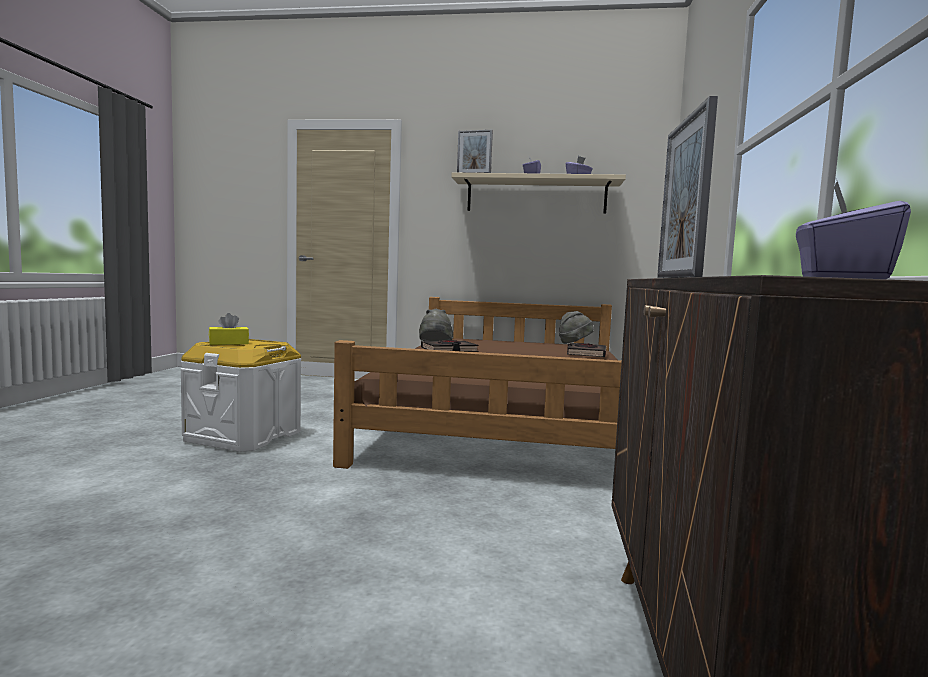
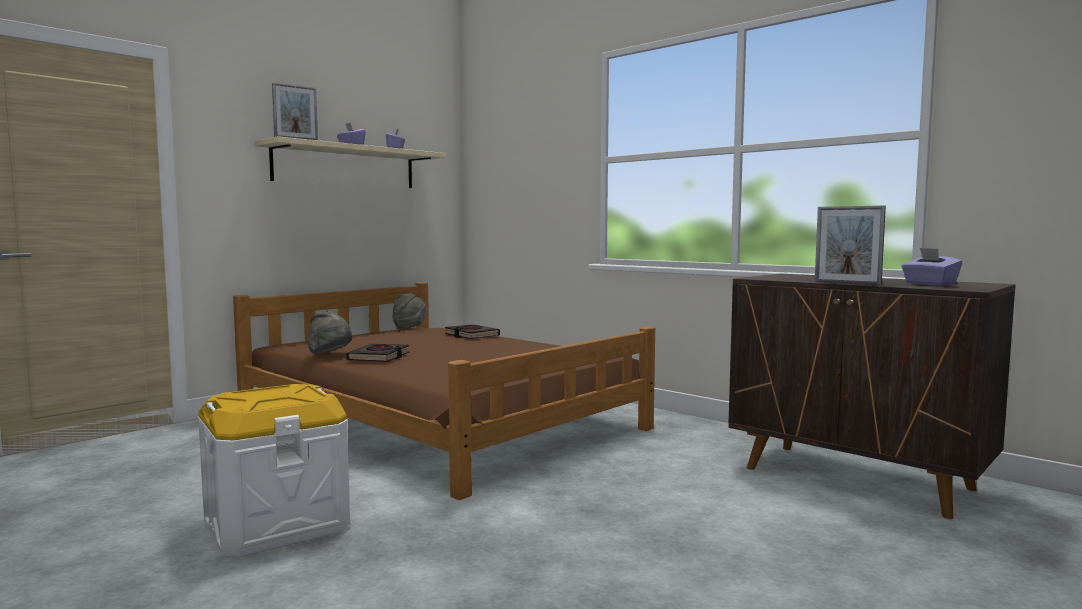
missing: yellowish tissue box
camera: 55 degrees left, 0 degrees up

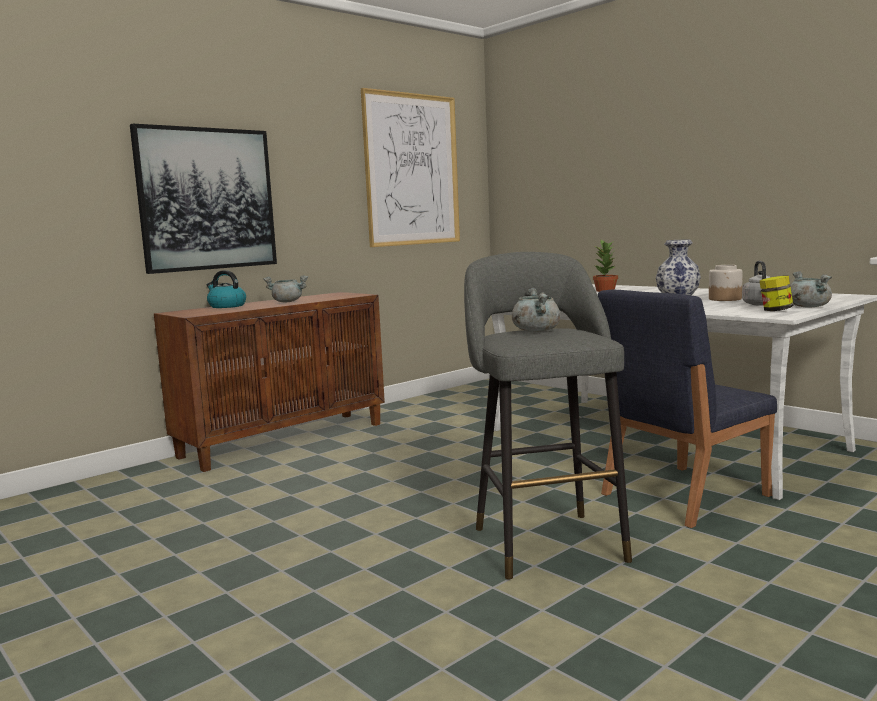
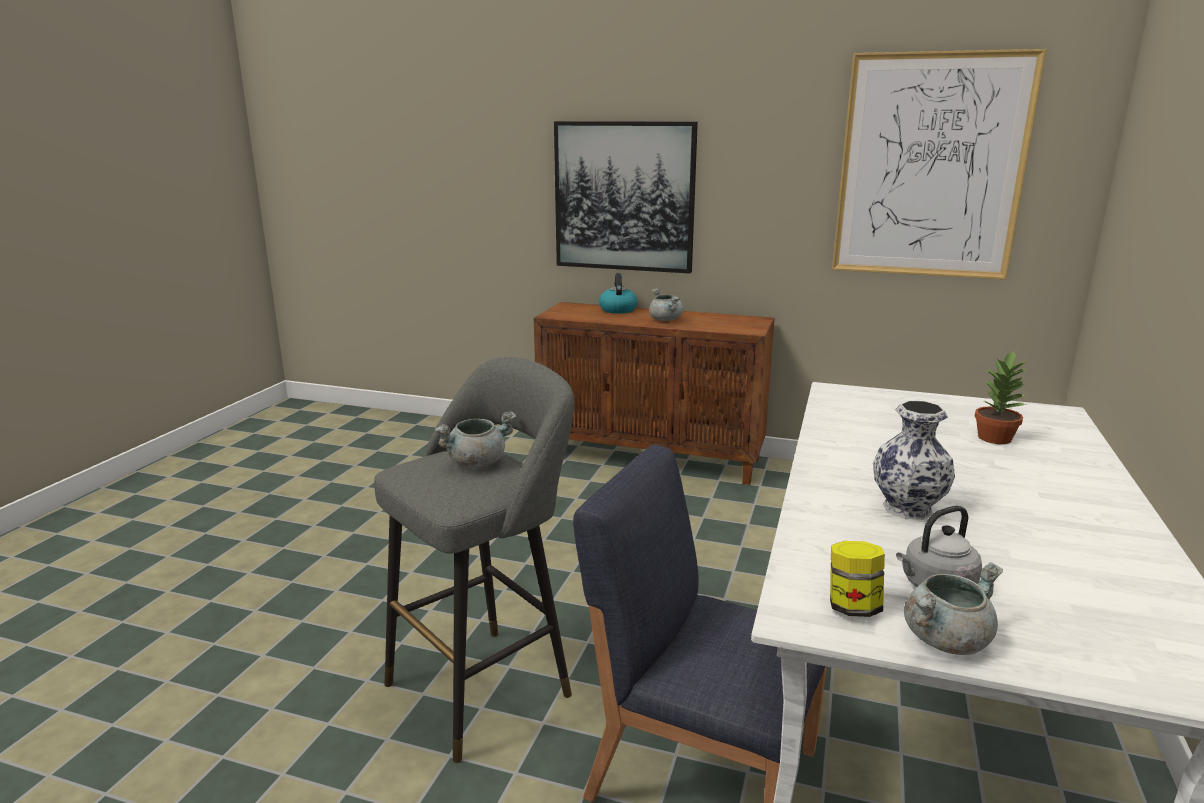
missing: jar (no. 1 from left)
camera: 60 degrees right, 10 degrees up

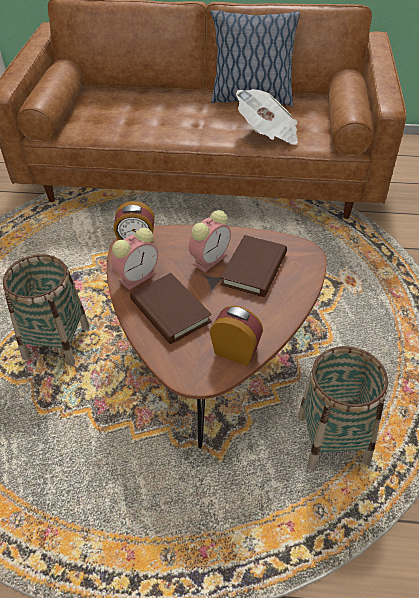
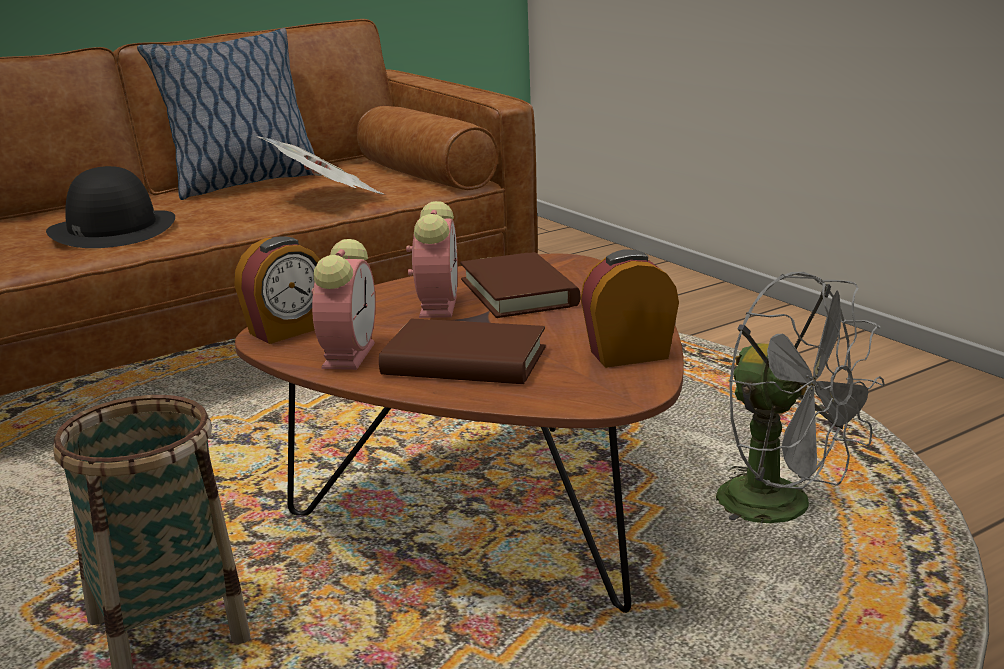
appeared: black clothing hat
exchanged: basket (no. 2 from left) to gray cooling fan
camera: 40 degrees left, 25 degrees down

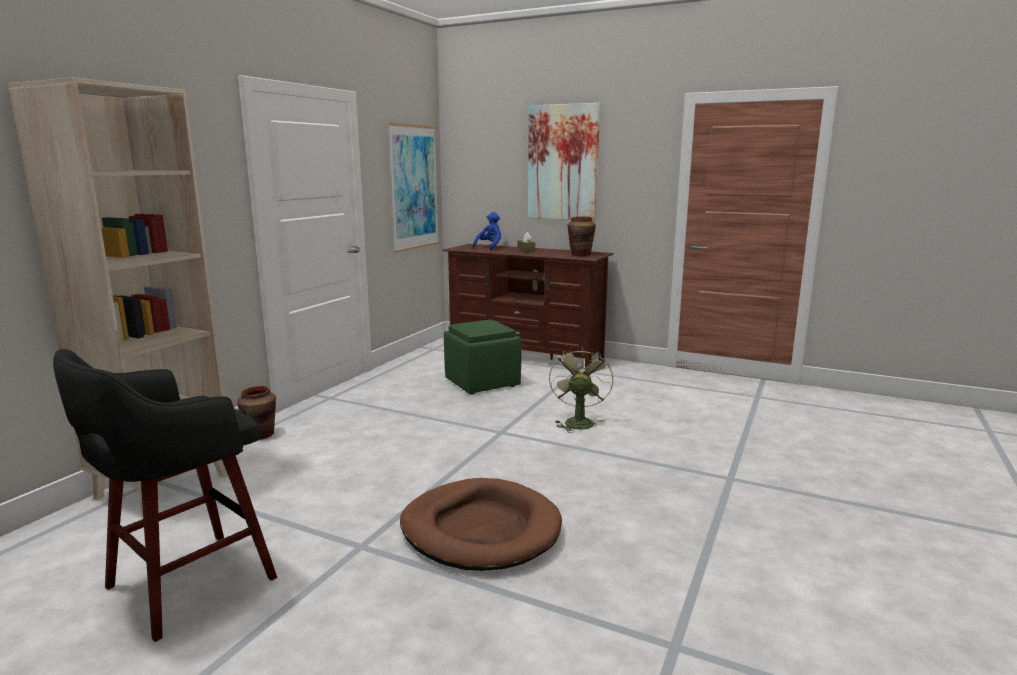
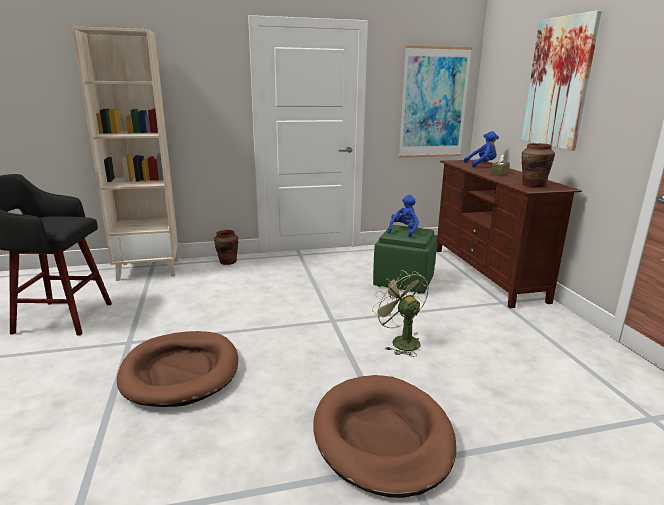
appeared: blue cuddly toy (no. 1 from left); brown dog bed (no. 2 from left)
spun: green cooling fan 90 degrees counterclockwise
camera: 50 degrees right, 5 degrees up

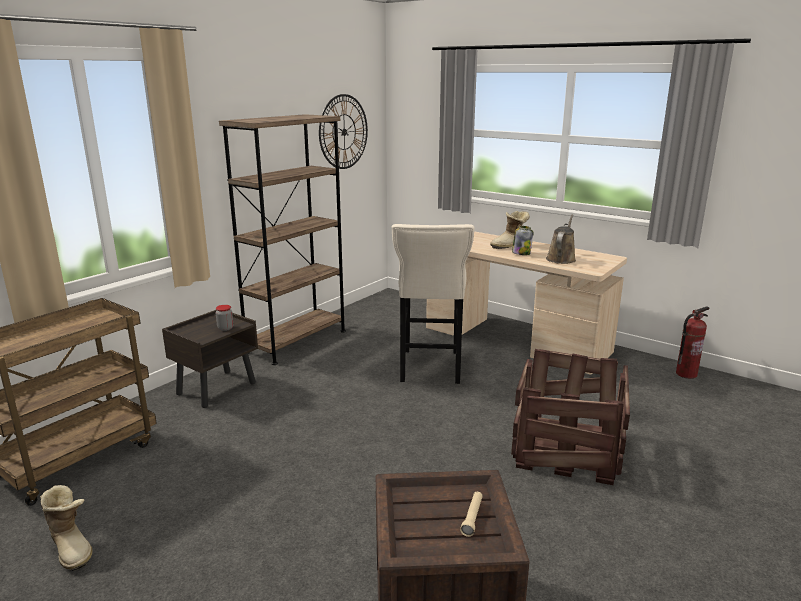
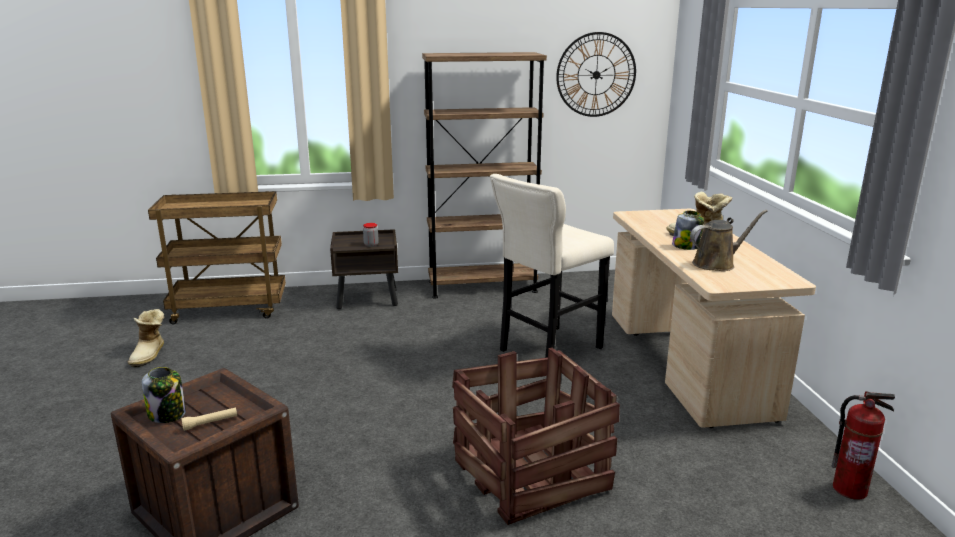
appeared: jar (no. 1 from left)
camera: 45 degrees right, 0 degrees up

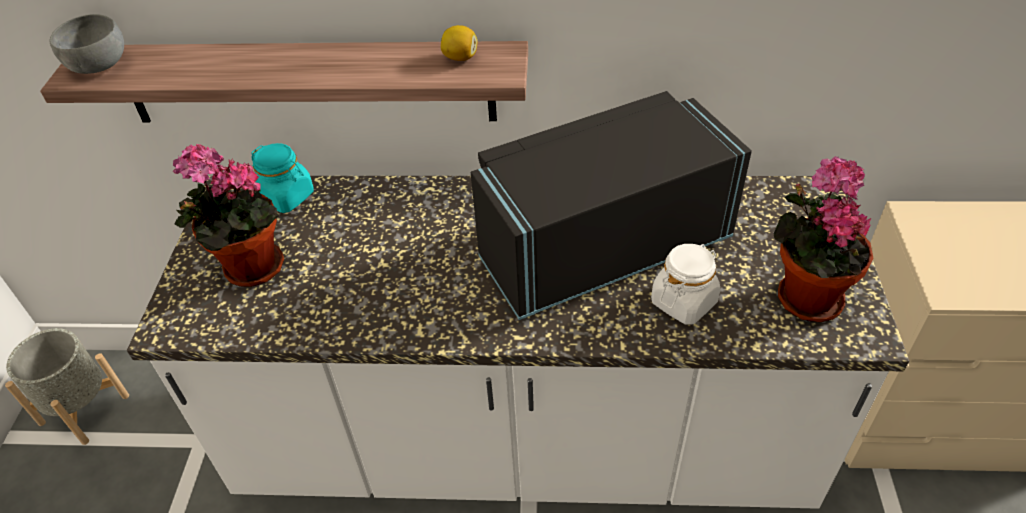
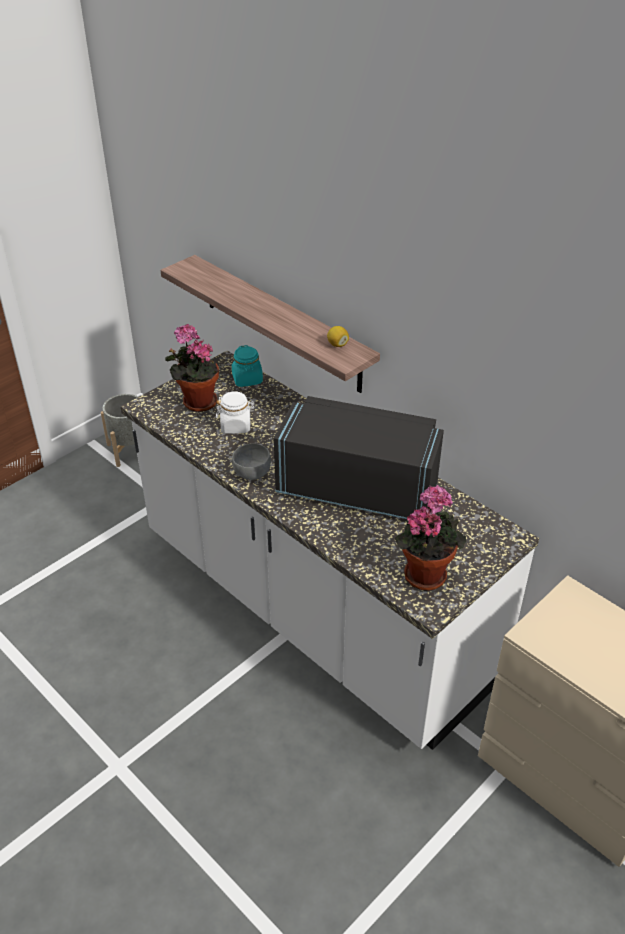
relocated: gray deep dish; whitish jar
camera: 40 degrees right, 5 degrees down

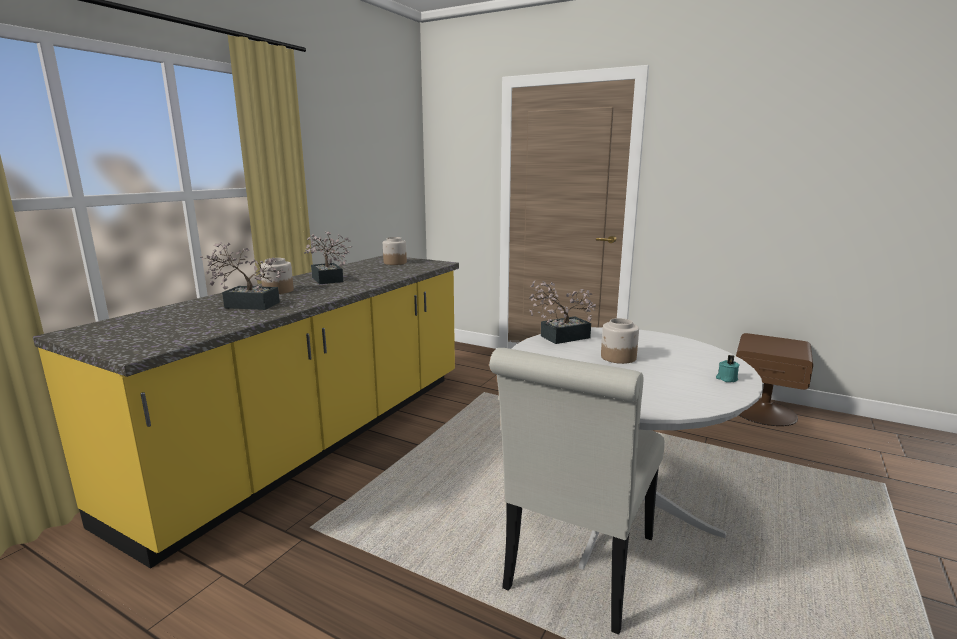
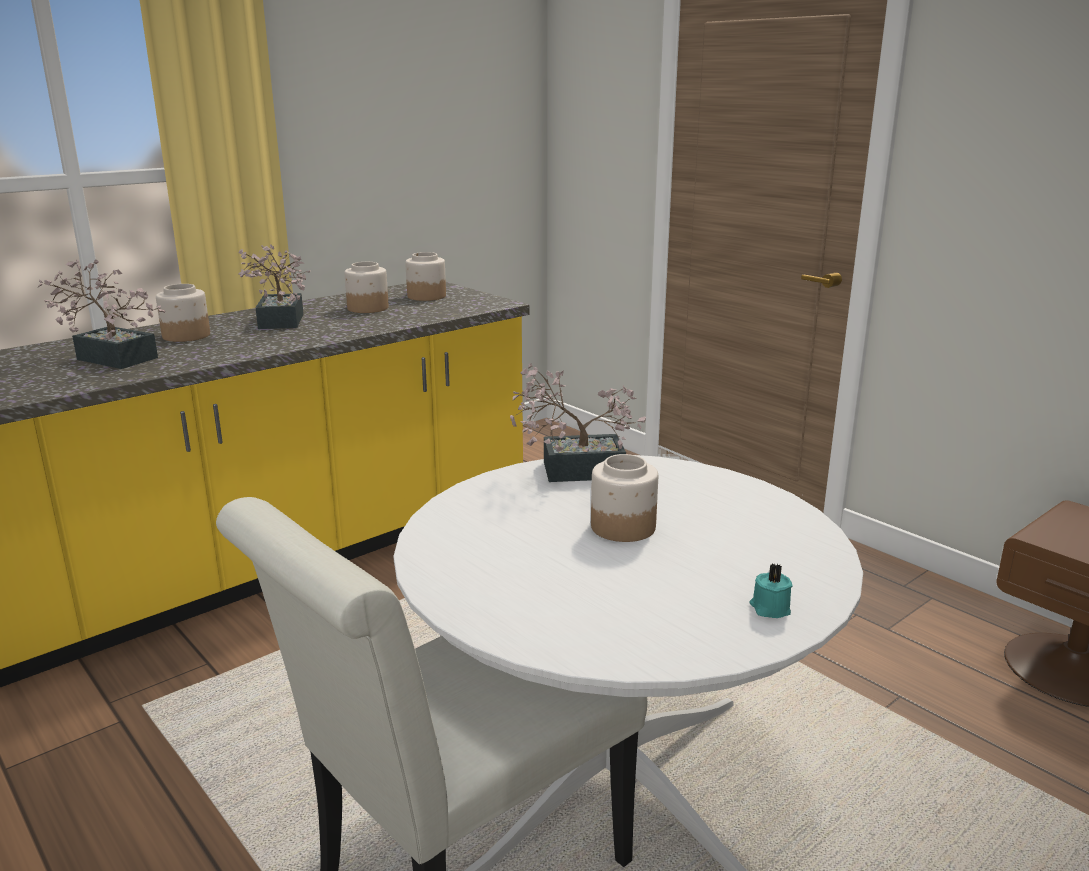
appeared: jar (no. 2 from left)
camera: 20 degrees right, 5 degrees up

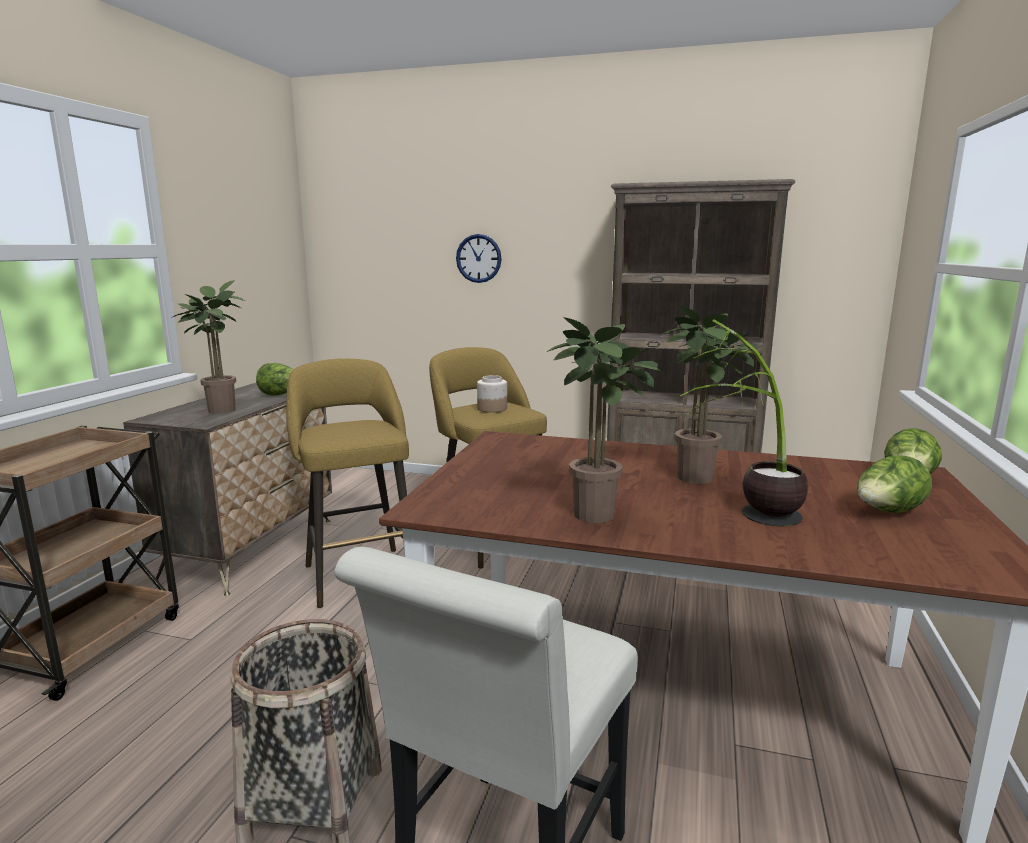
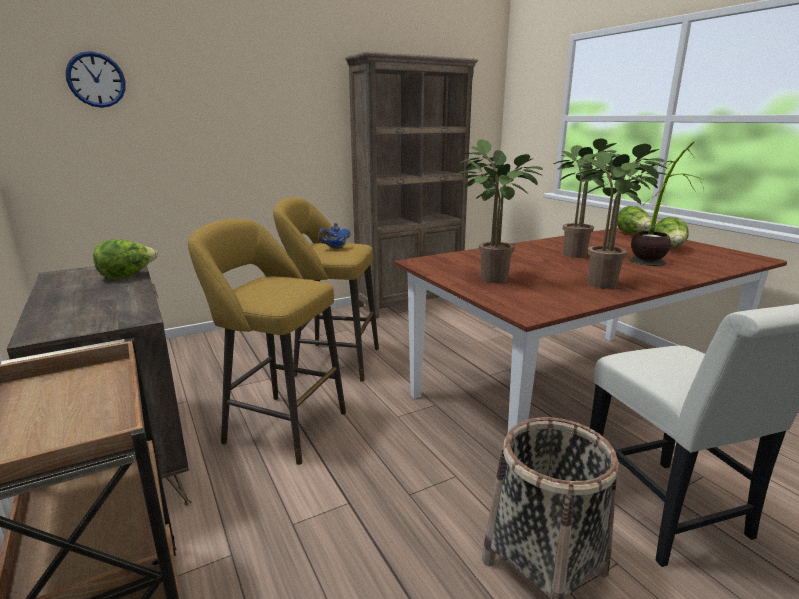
relocated: wall clock; plant in a pot (no. 1 from left)
exchanged: jar to blue tea pot
camera: 45 degrees left, 5 degrees up

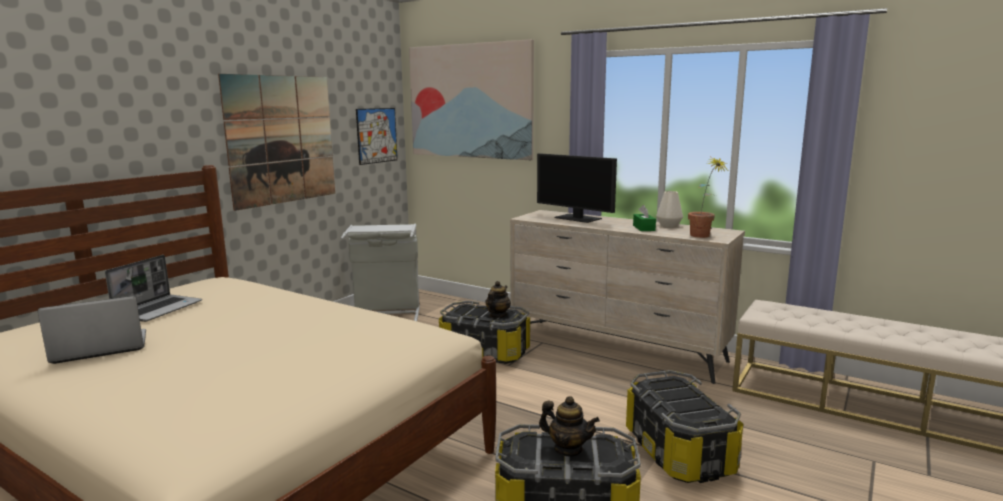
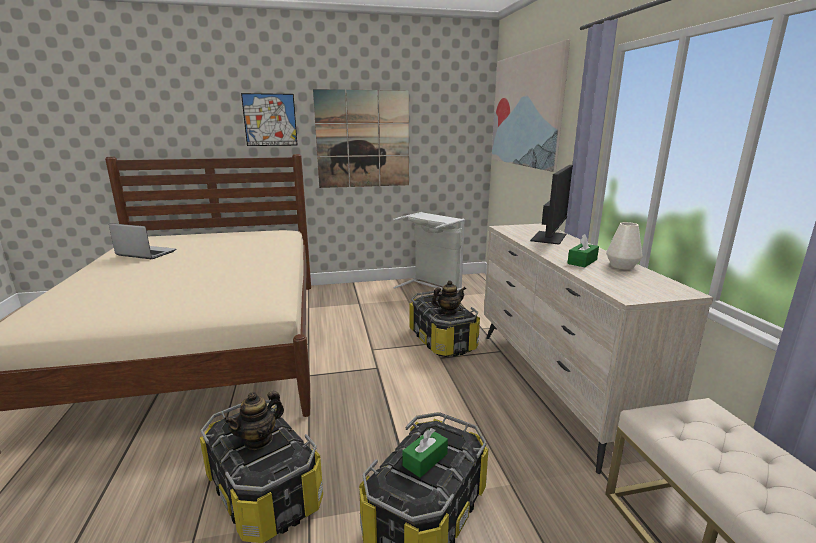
missing: plant in a pot; laptop (no. 2 from left)
appeared: green tissue box (no. 1 from left)
relocated: picture (no. 2 from left in the first image) to picture (no. 1 from left)
spun: computer screen 150 degrees counterclockwise; tea pot (no. 2 from left in the first image) 60 degrees clockwise
camera: 45 degrees right, 5 degrees up

